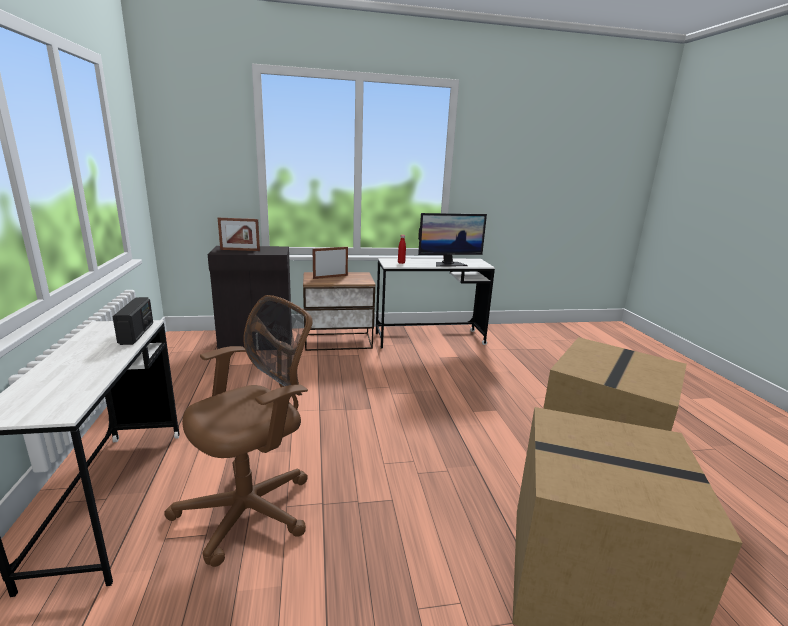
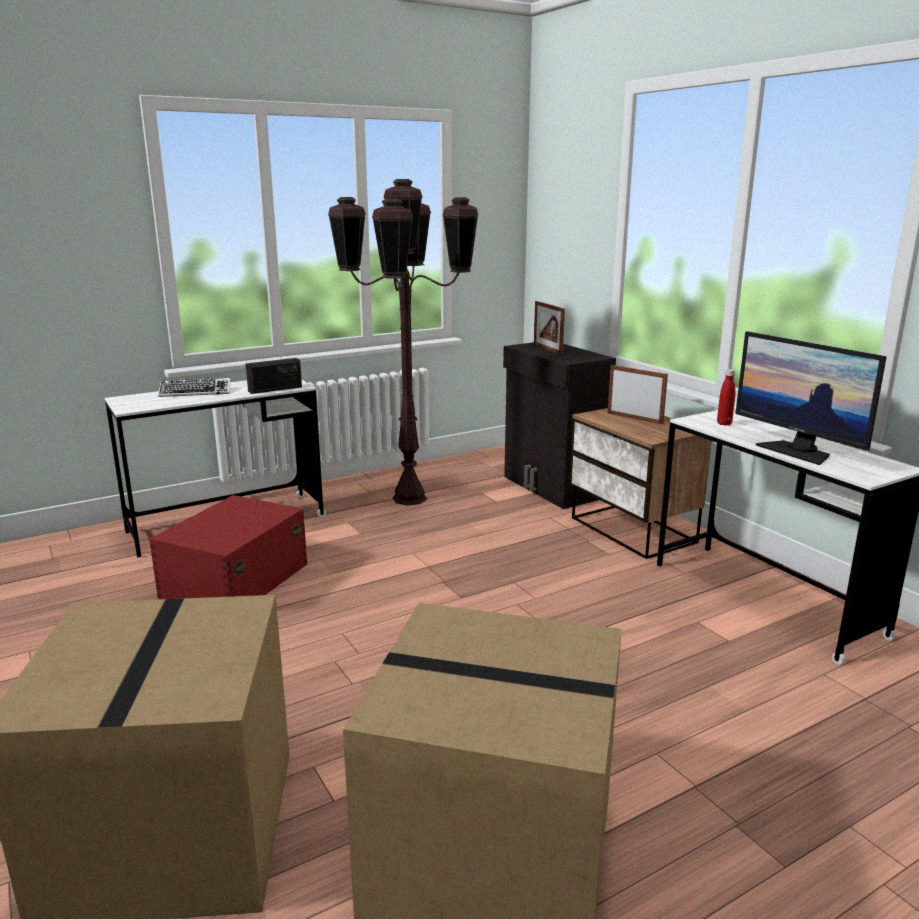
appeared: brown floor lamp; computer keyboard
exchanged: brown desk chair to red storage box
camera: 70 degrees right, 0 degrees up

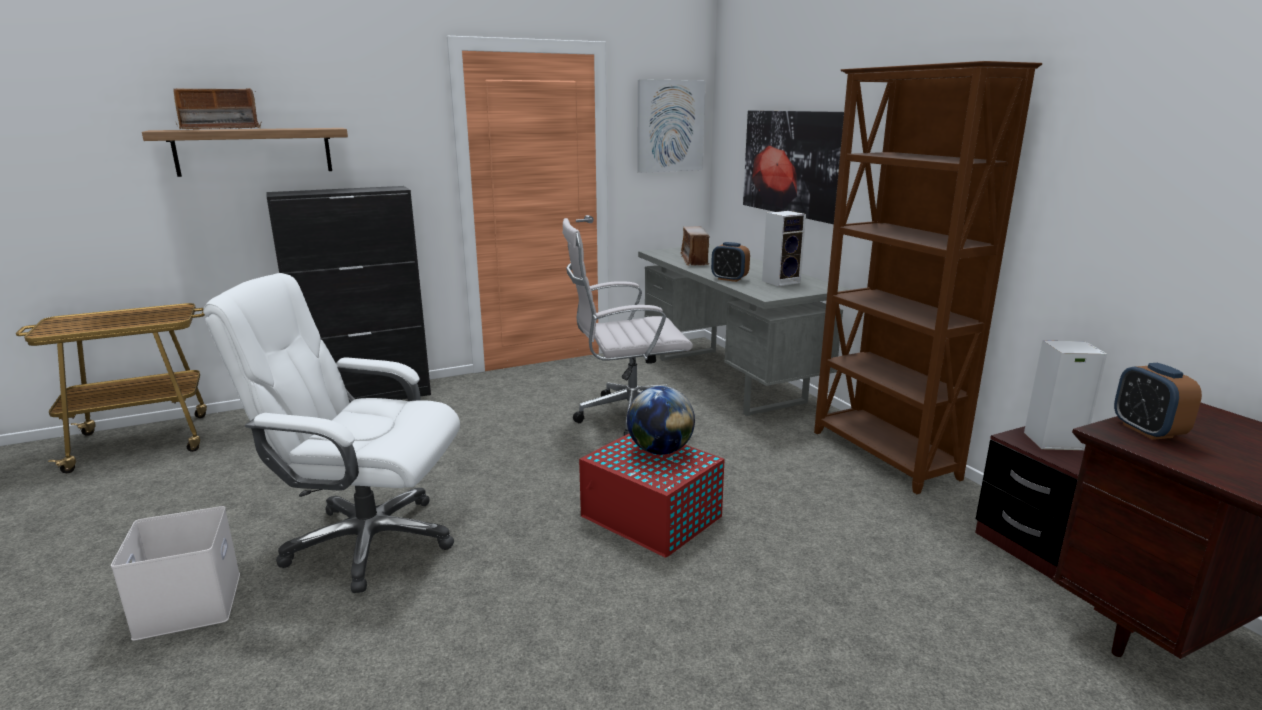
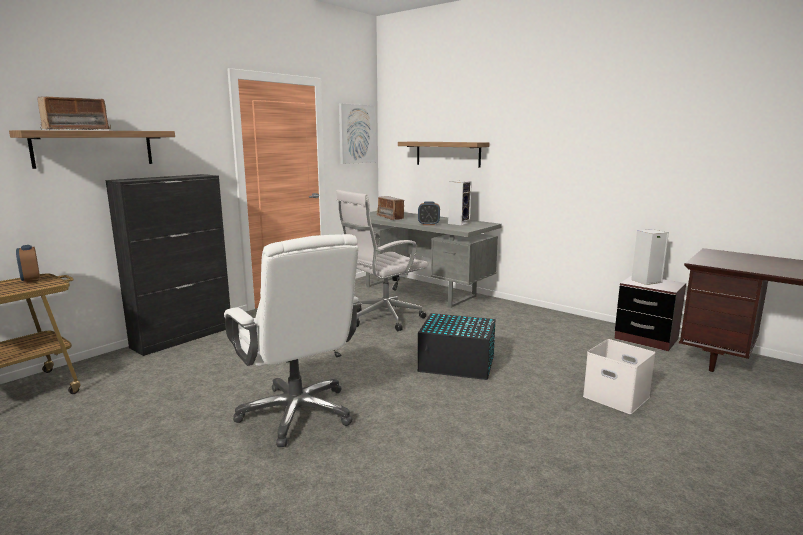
missing: brown bookcase; globe
relocated: alarm clock (no. 2 from left in the first image) to alarm clock (no. 1 from left); whitish storage box
exchanged: picture (no. 2 from left) to bracket shelf (no. 2 from left)
colour: red storage box to black storage box
spun: whitish desk chair (no. 1 from left) 105 degrees counterclockwise
camera: 25 degrees left, 5 degrees down

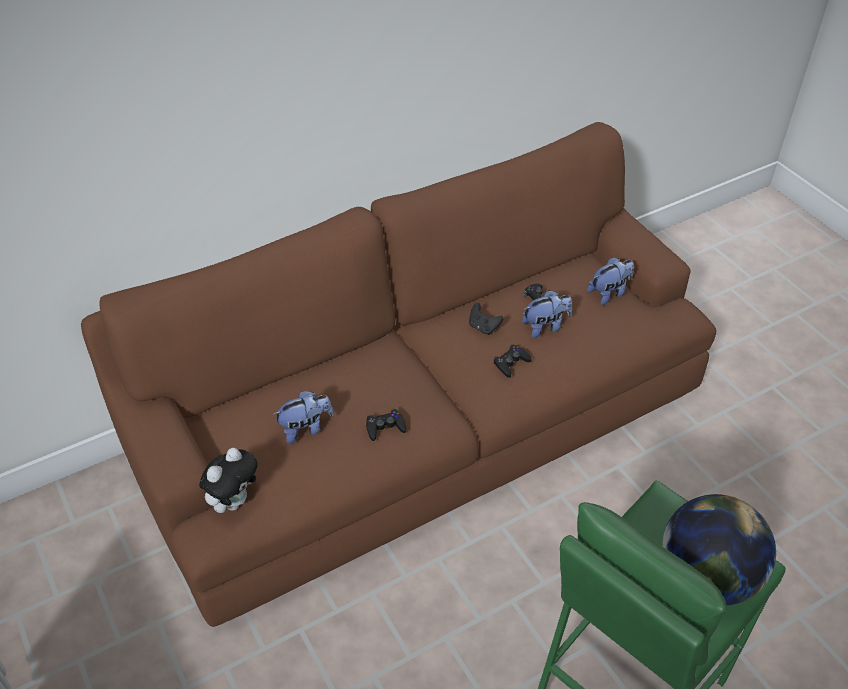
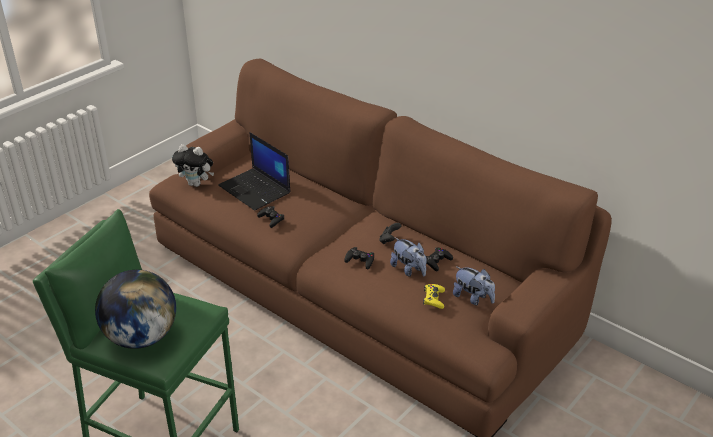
appeared: yellowish gamepad
exchanged: cuddly toy (no. 2 from left) to laptop
camera: 70 degrees right, 10 degrees down

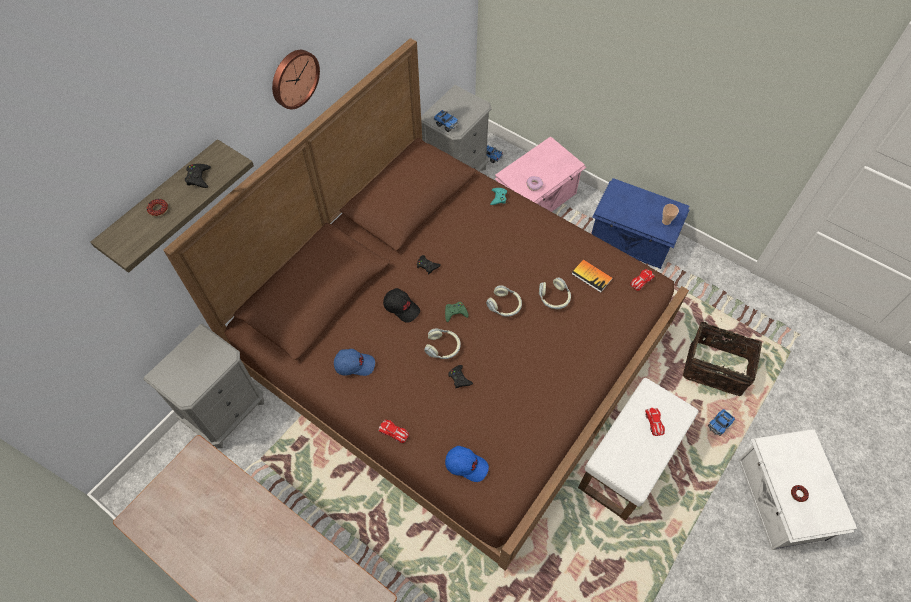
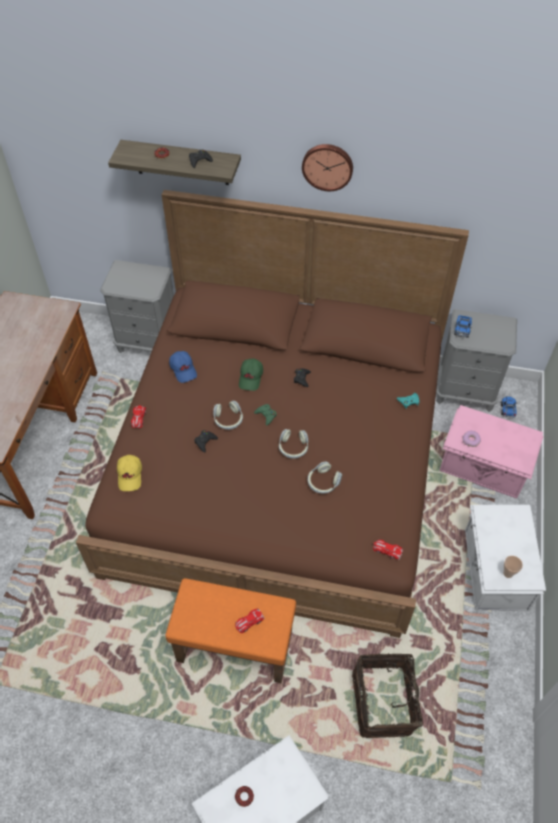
missing: volume; model truck (no. 3 from left)
colour: blue storage box to whitish storage box (no. 2 from left); black cap to green cap; whitish footrest to orange-coloured footrest; blue cap (no. 2 from left) to yellowish cap
camera: 65 degrees right, 5 degrees down

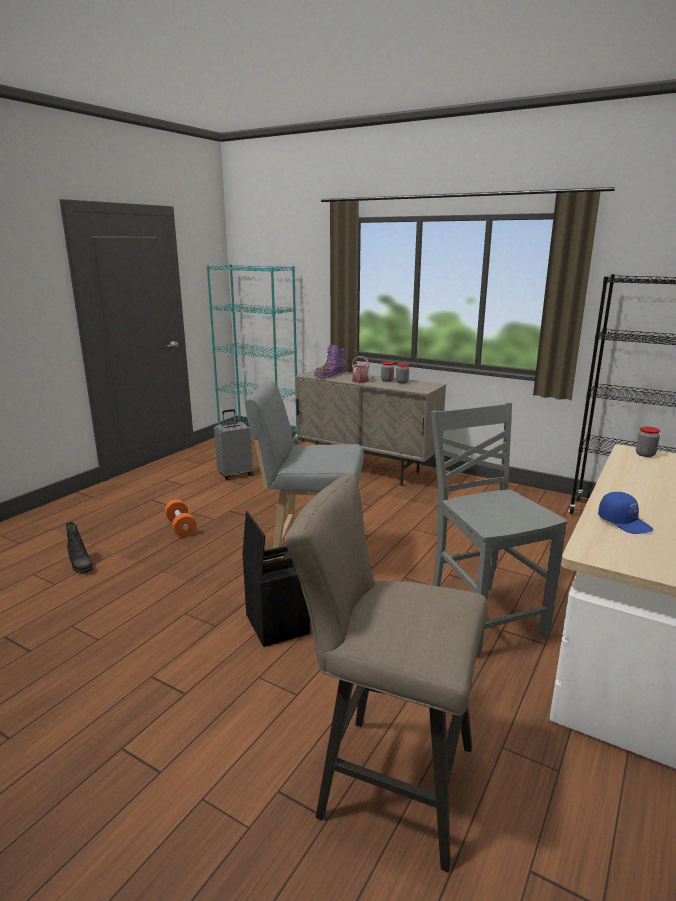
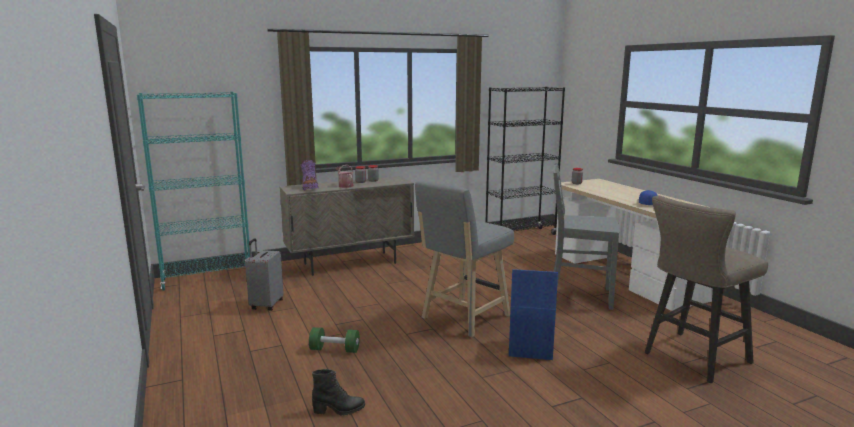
colour: orange-coloured hand weight to green hand weight; black storage box to blue storage box
camera: 55 degrees left, 5 degrees down

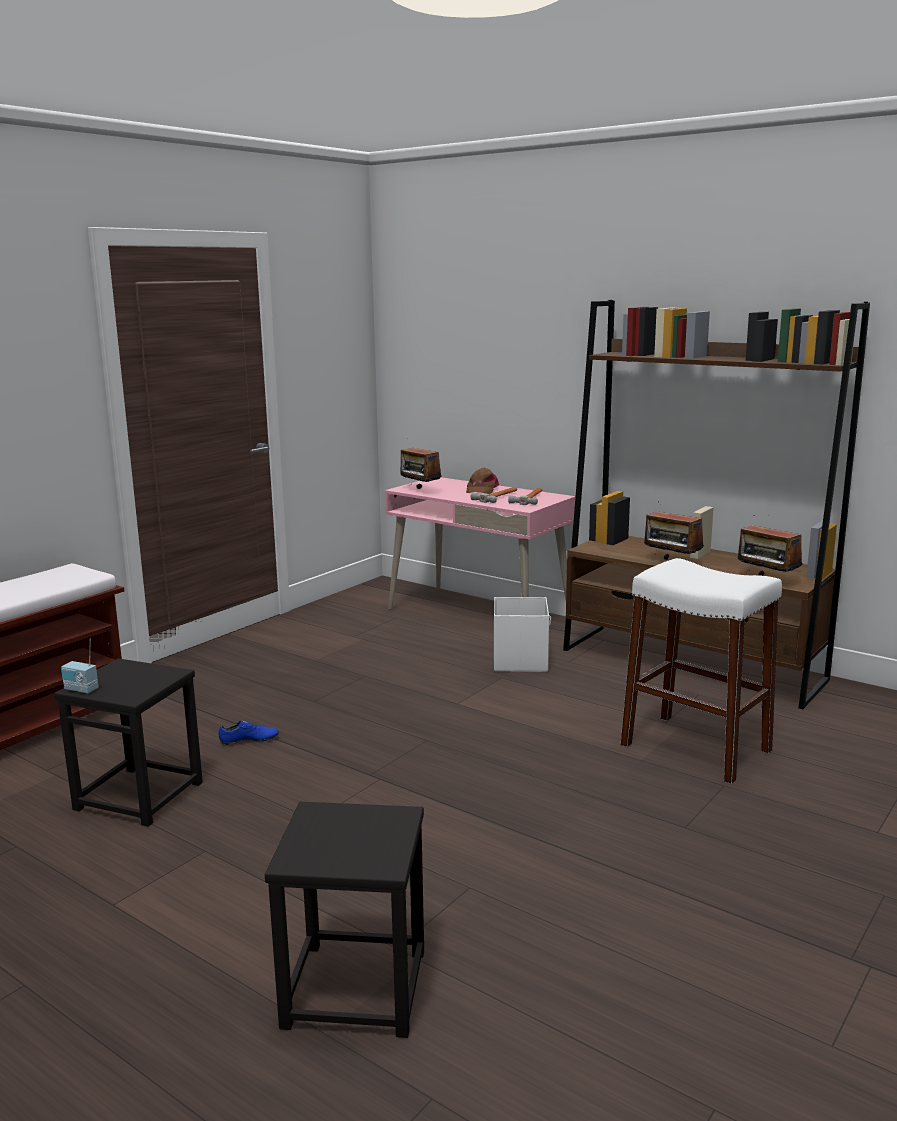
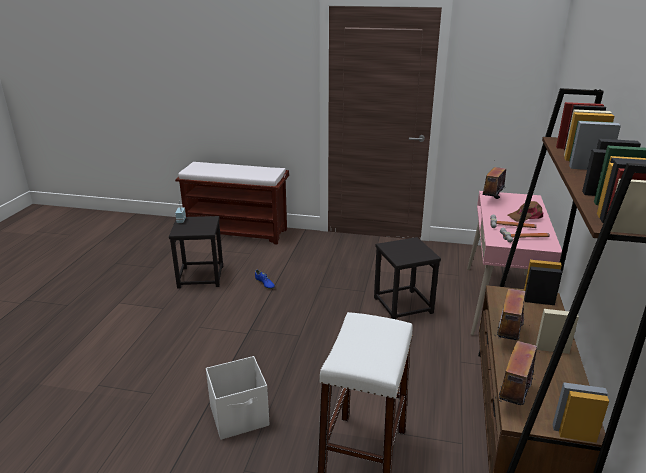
relocated: whitish storage box; black stool seat (no. 2 from left)
camera: 65 degrees right, 10 degrees up

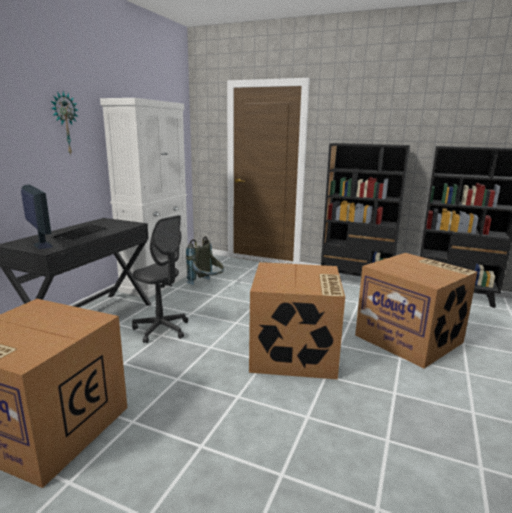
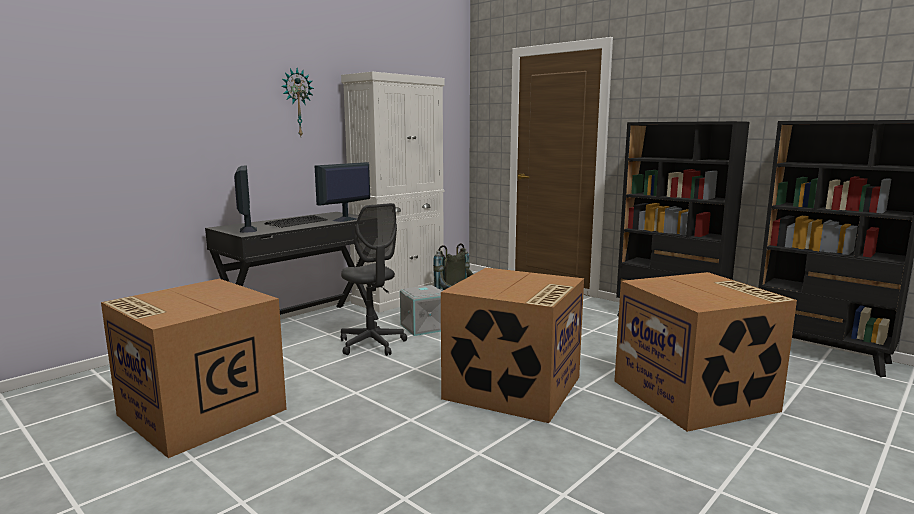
appeared: computer screen (no. 2 from left); gray storage box
camera: 20 degrees right, 5 degrees down

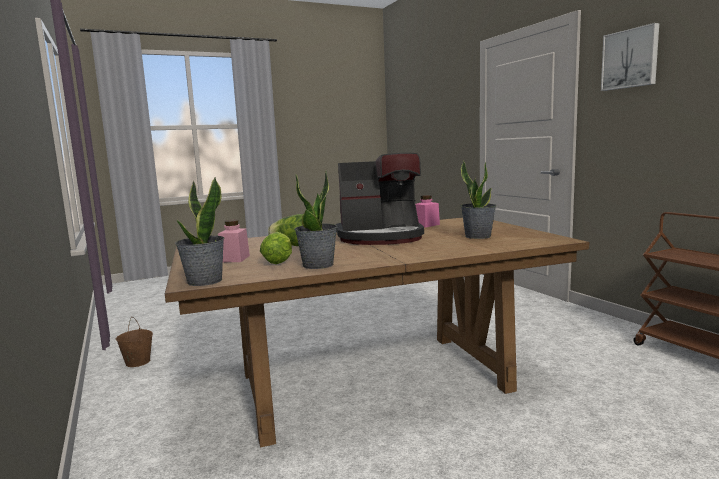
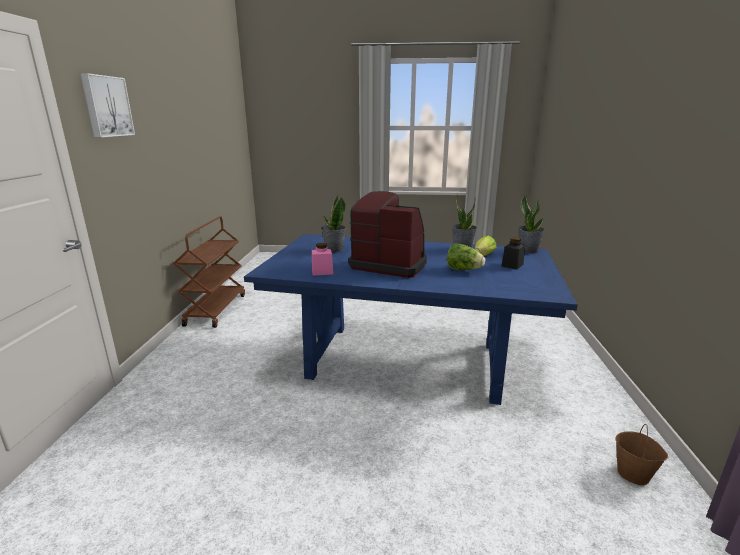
colour: brown dinner table to blue dinner table; pink-coloured jar (no. 1 from left) to black jar
camera: 150 degrees left, 10 degrees up

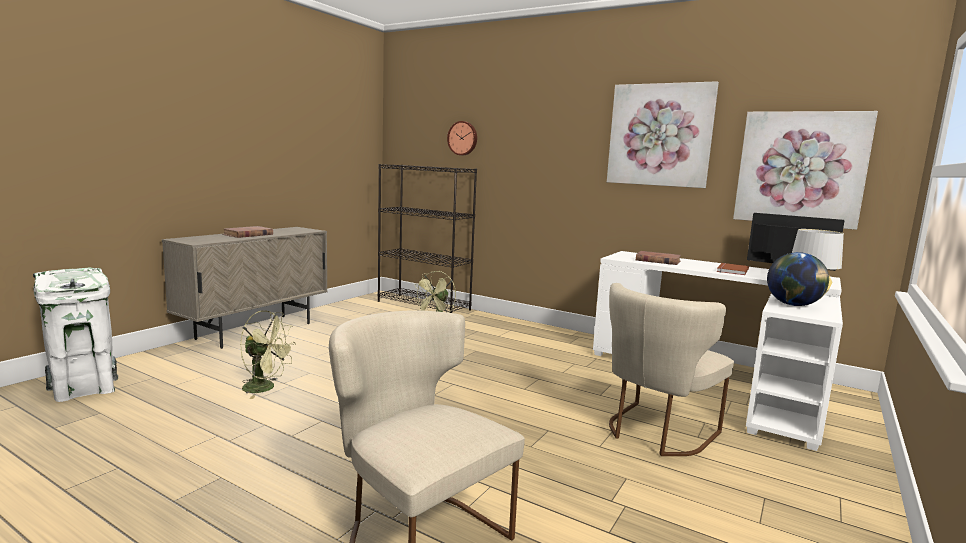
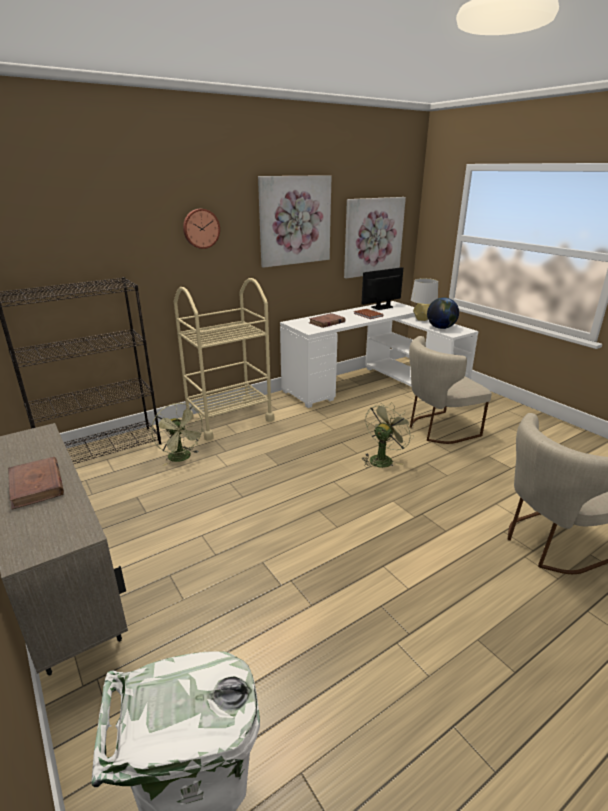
appeared: sand-coloured wheeled cart
relocated: wall clock; green cooling fan (no. 1 from left in the first image) to green cooling fan (no. 2 from left)
spun: sand-coloured upright chair (no. 2 from left in the first image) 90 degrees clockwise
camera: 65 degrees left, 15 degrees up

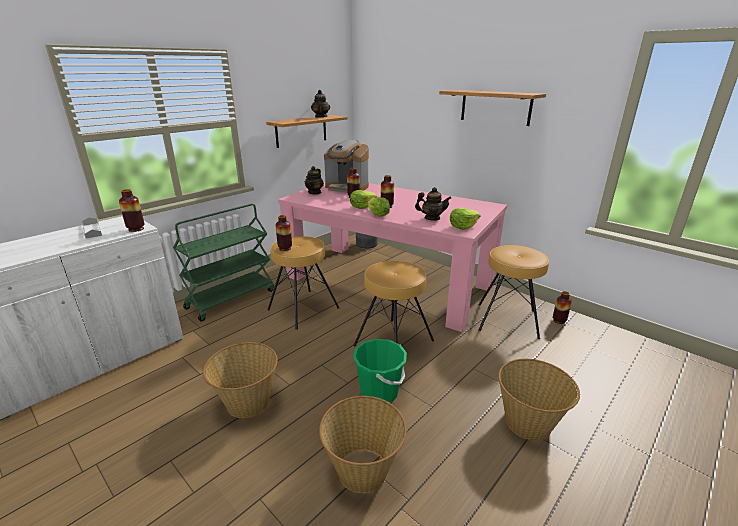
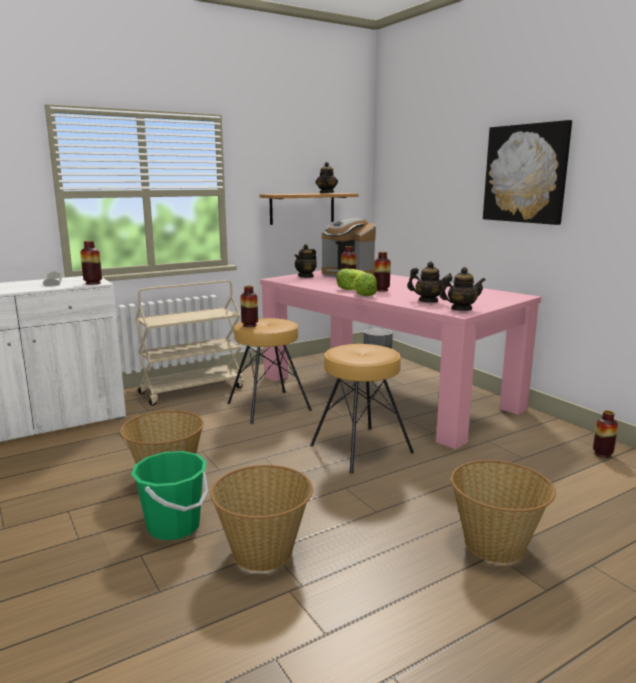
missing: brown stool seat (no. 3 from left)
relocated: green water bucket
exchanged: bracket shelf (no. 2 from left) to picture; lettuce (no. 3 from left) to tea pot (no. 4 from left)
colour: green wheeled cart to sand-coloured wheeled cart
camera: 15 degrees right, 10 degrees down

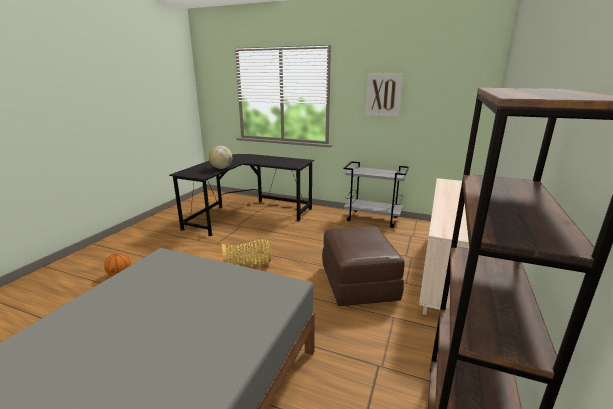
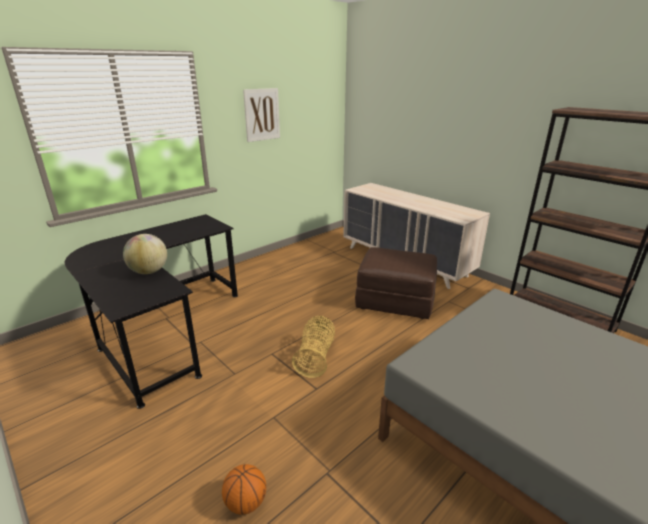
missing: gray wheeled cart
camera: 65 degrees left, 5 degrees up

